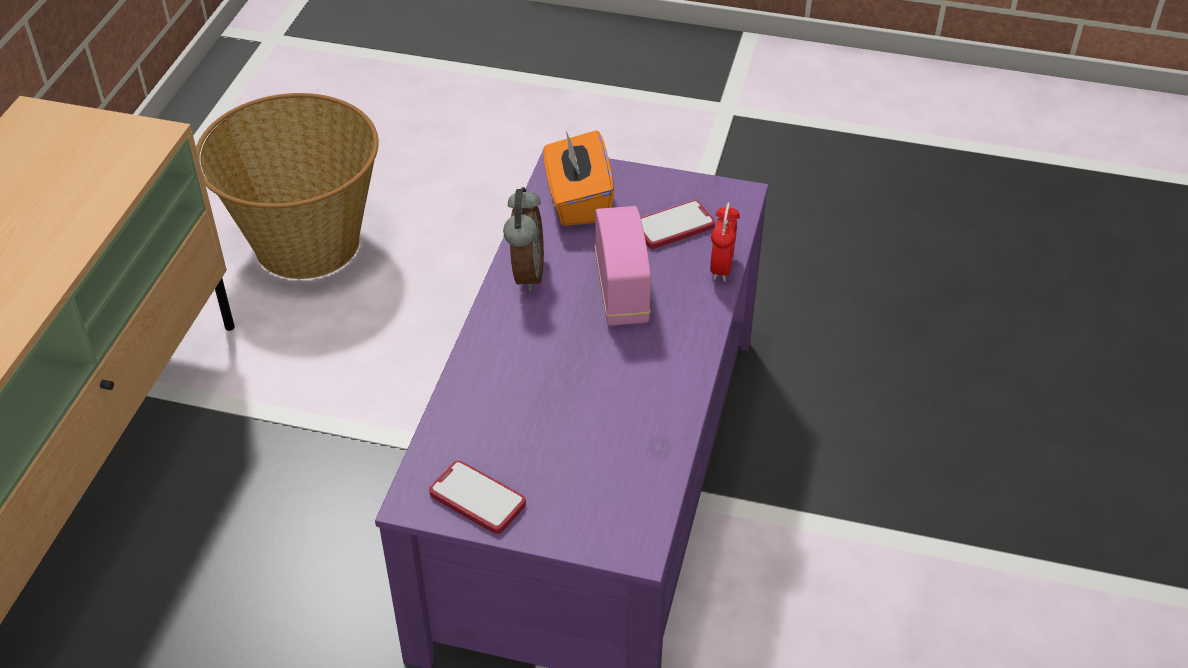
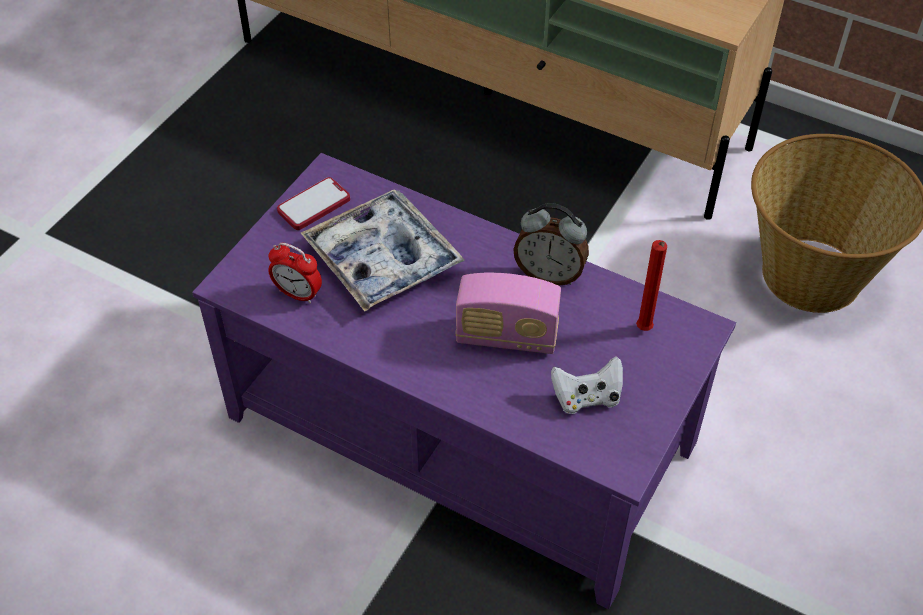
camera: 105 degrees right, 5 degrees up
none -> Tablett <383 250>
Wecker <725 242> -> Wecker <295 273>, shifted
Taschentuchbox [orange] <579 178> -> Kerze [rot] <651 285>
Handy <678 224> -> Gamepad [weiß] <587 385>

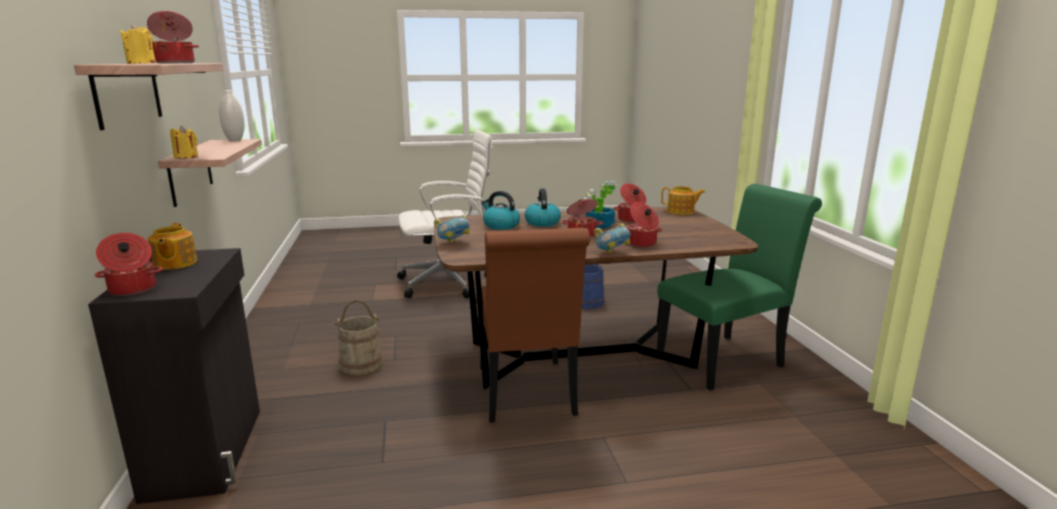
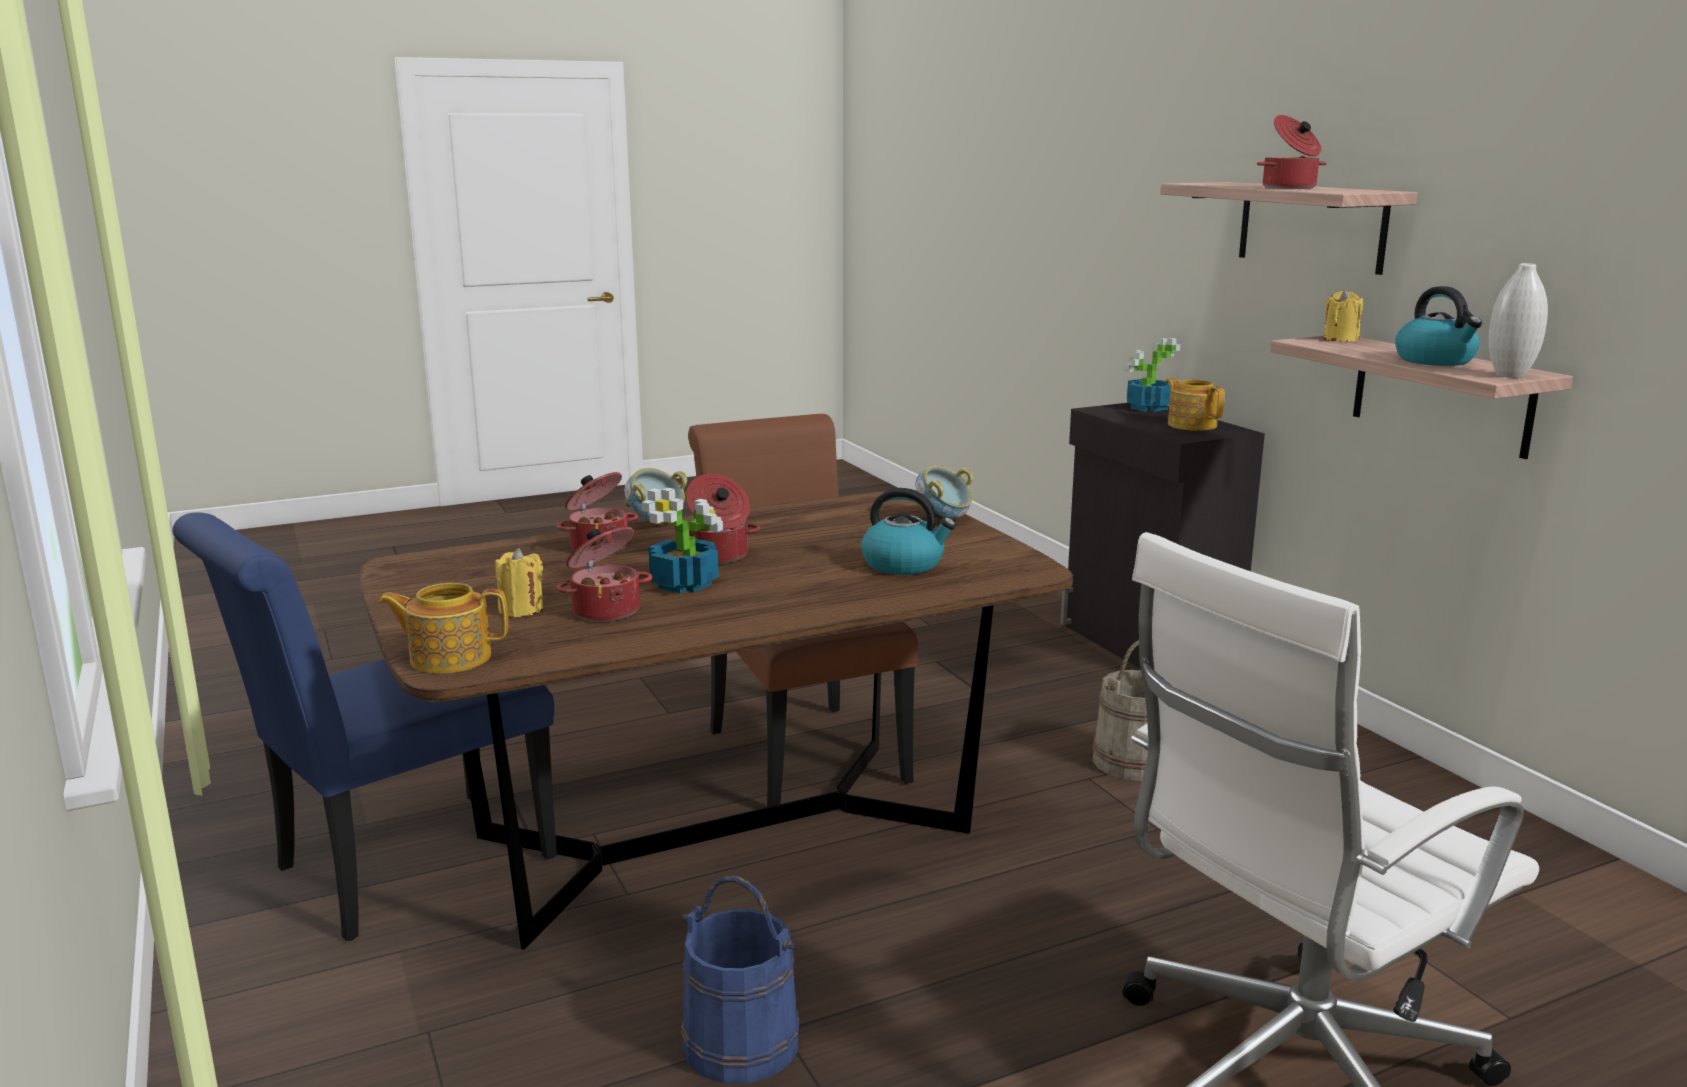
camera: 165 degrees right, 0 degrees up
Kerze [gelb] <138 43> -> Kerze [gelb] <519 582>, shifted
Wasserkessel <543 208> -> Wasserkessel <1438 326>, shifted
Kochtopf <129 264> -> Topfpflanze <1152 374>
Stuhl [grün] <739 287> -> Stuhl [blau] <364 726>

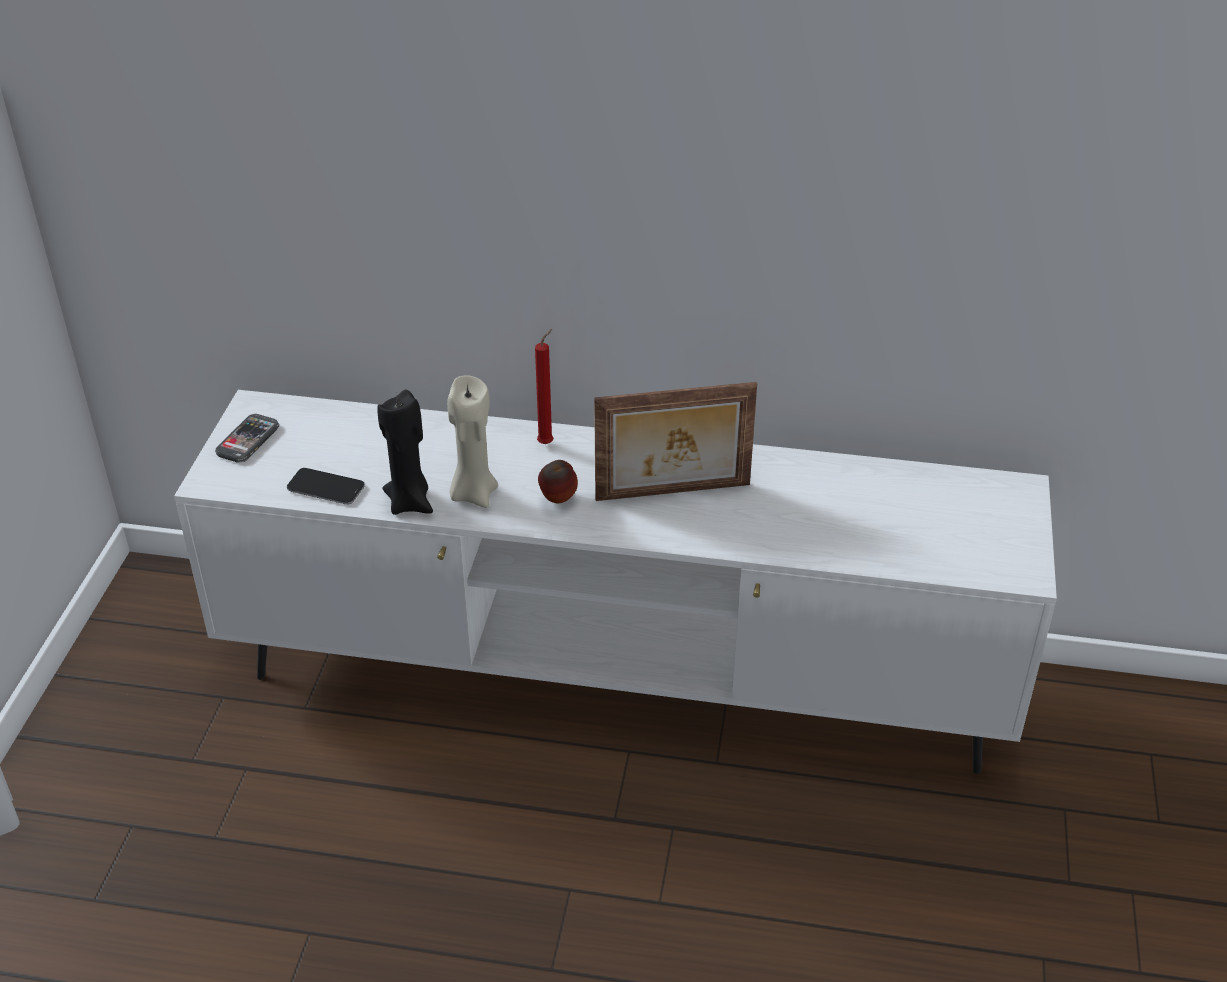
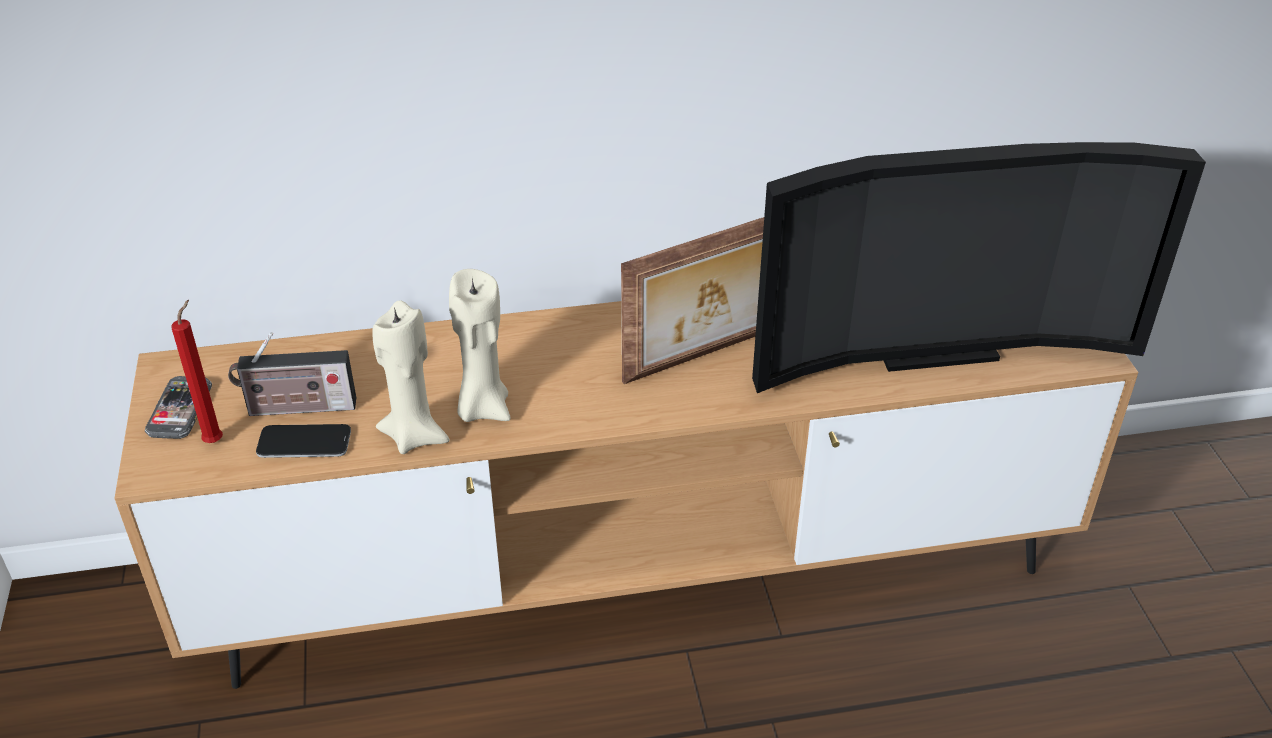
camera: 20 degrees left, 0 degrees up
Apfel <558 481> -> none
none -> Radio <292 374>
none -> Fernseher <979 267>
Kerze [rot] <544 386> -> Kerze [rot] <197 371>, shifted
Fernsehschrank [weiß] <615 582> -> Fernsehschrank [braun] <626 495>
Kerze [schwarz] <405 452> -> Kerze [beige] <411 377>

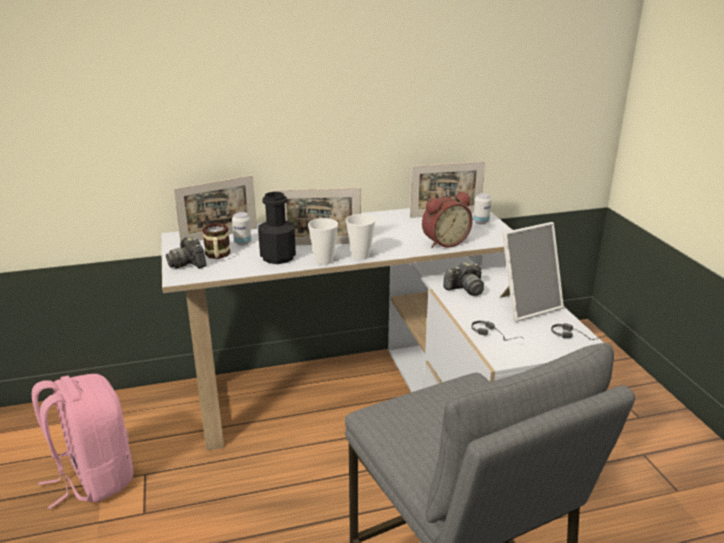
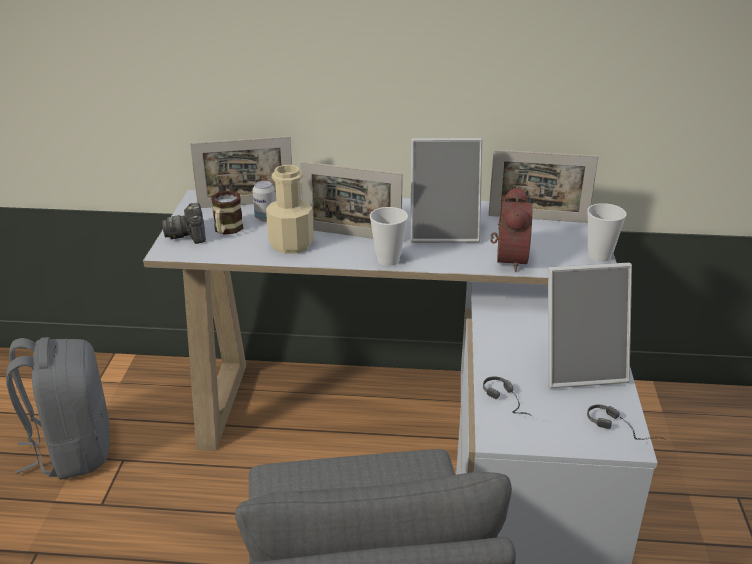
camera: 20 degrees right, 5 degrees up
Kamera <463 278> -> none
Dose <482 208> -> none
none -> Bilderrahmen <446 190>
Tasse <323 241> -> Tasse <606 232>, shifted
Rucksack [rosa] <82 441> -> Rucksack [grau] <58 408>
Flasche [schwarz] <277 228> -> Flasche [beige] <290 209>
Wecker <447 220> -> Wecker <511 229>, 75 degrees counterclockwise

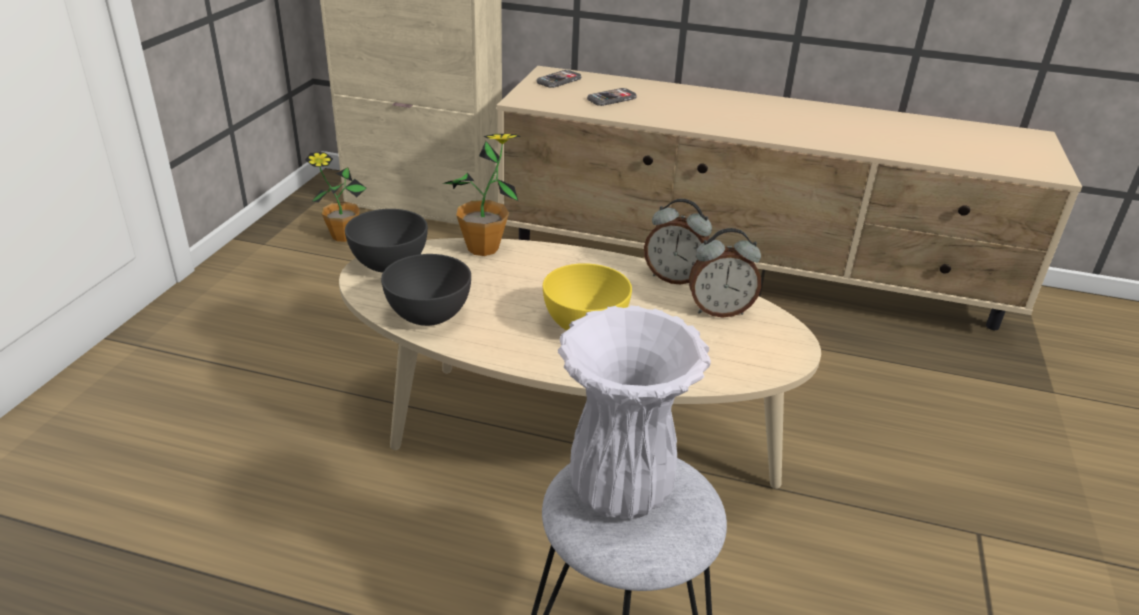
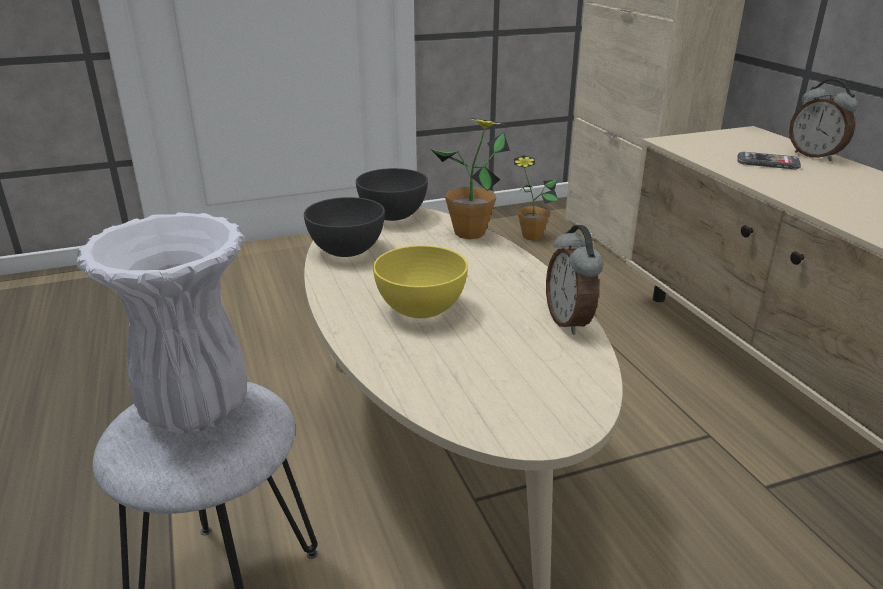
camera: 55 degrees right, 5 degrees down
Handy <558 79> -> none
Wecker <725 273> -> Wecker <823 120>, shifted

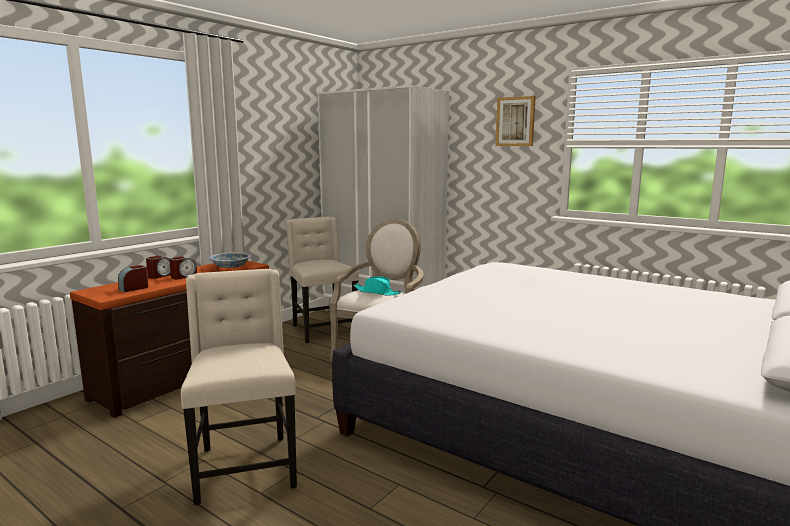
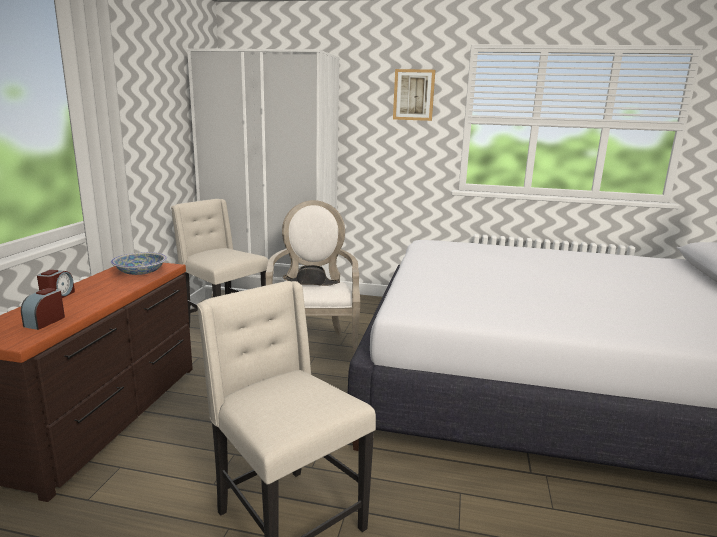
camera: 25 degrees left, 5 degrees up
Wecker <183 267> -> none
Hut [türkis] <377 286> -> Hut [schwarz] <311 275>

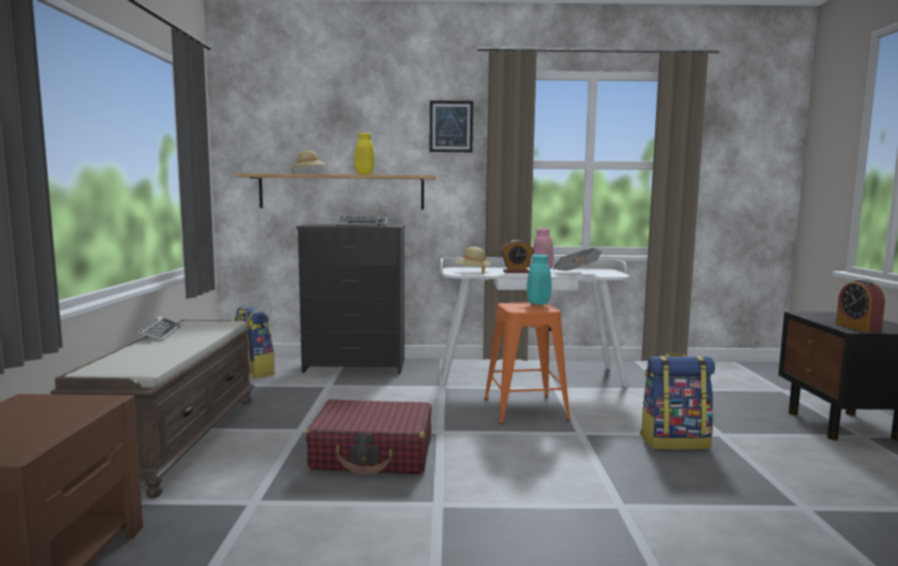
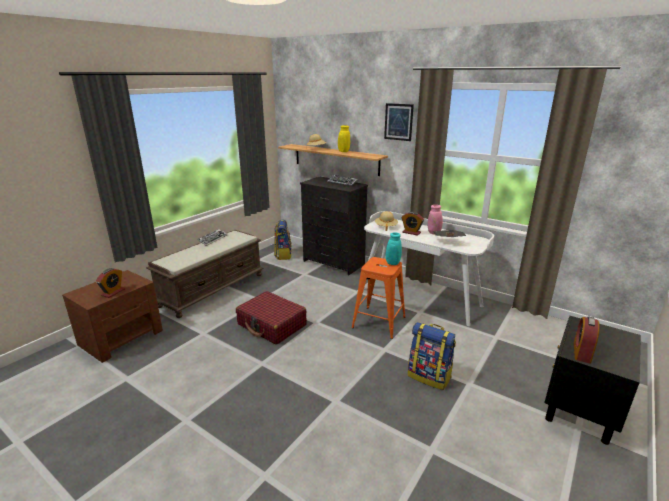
camera: 35 degrees right, 15 degrees up
none -> Wecker <110 283>

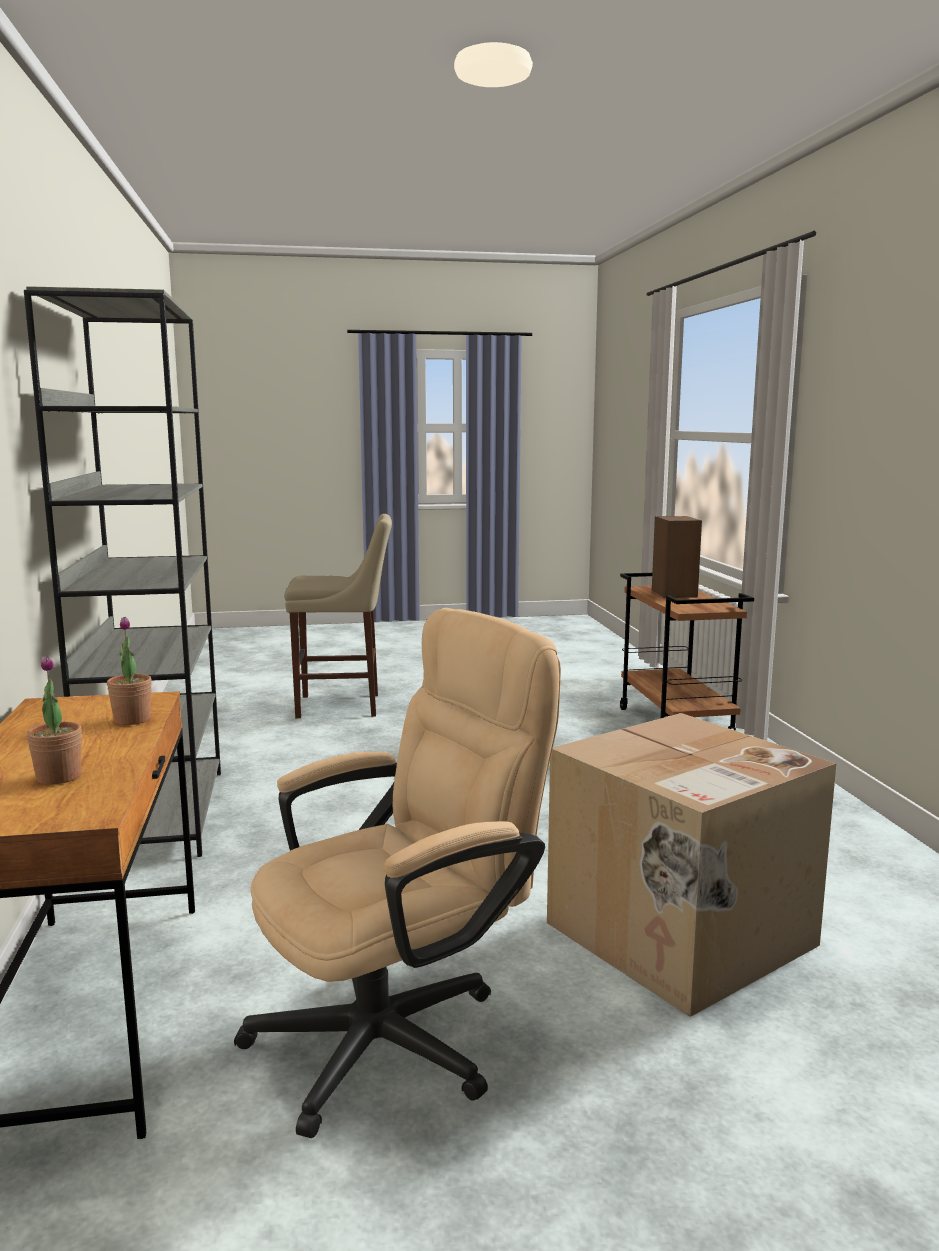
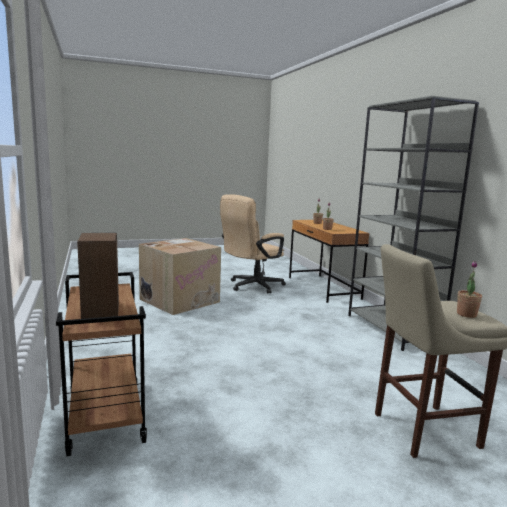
camera: 170 degrees right, 0 degrees up
none -> Topfpflanze <469 289>

